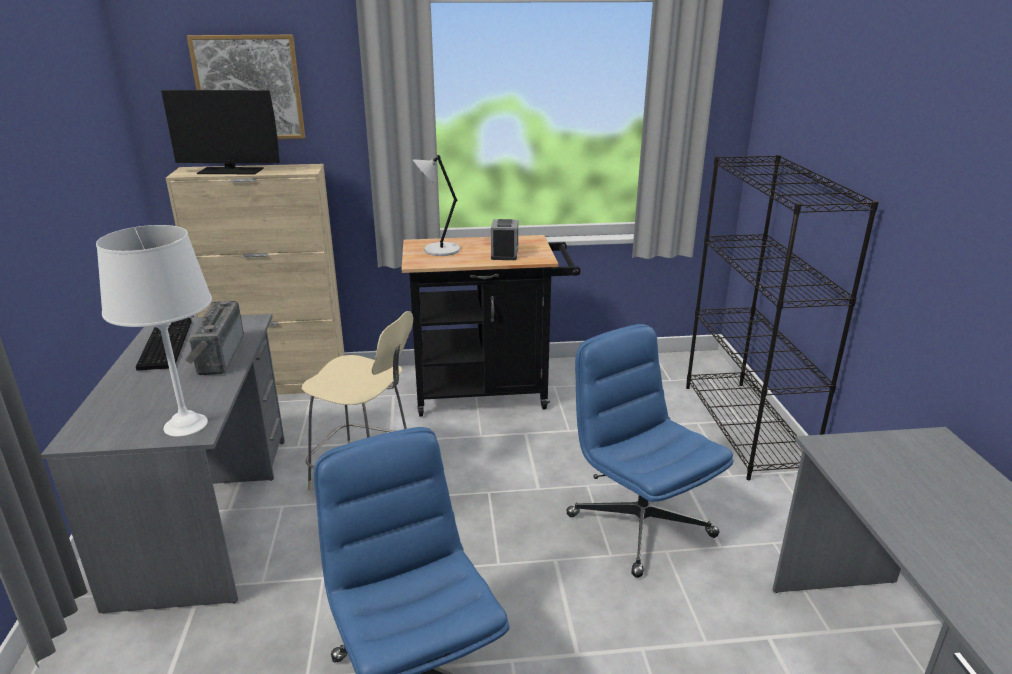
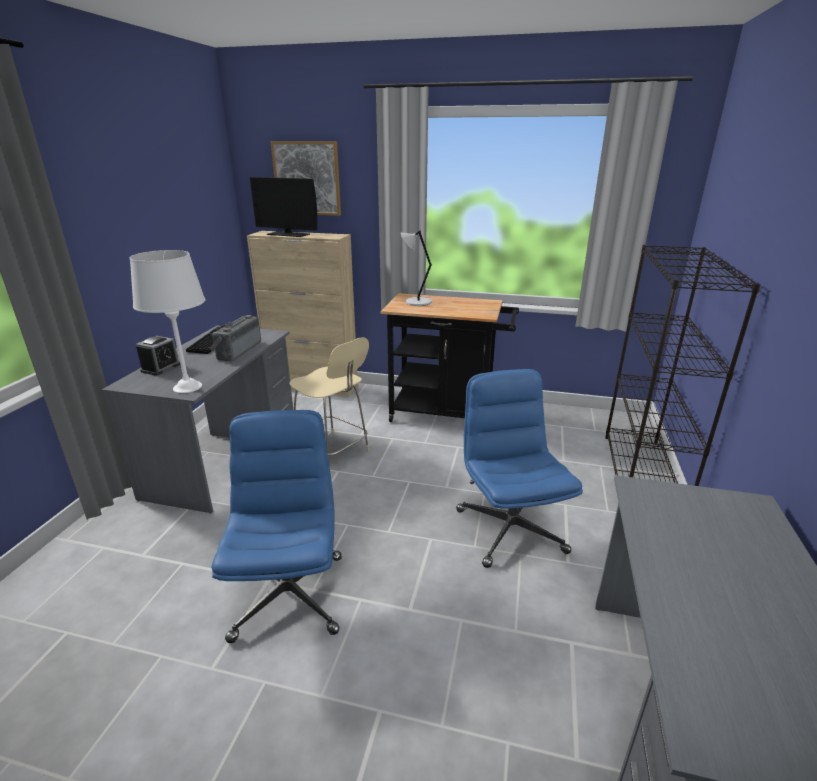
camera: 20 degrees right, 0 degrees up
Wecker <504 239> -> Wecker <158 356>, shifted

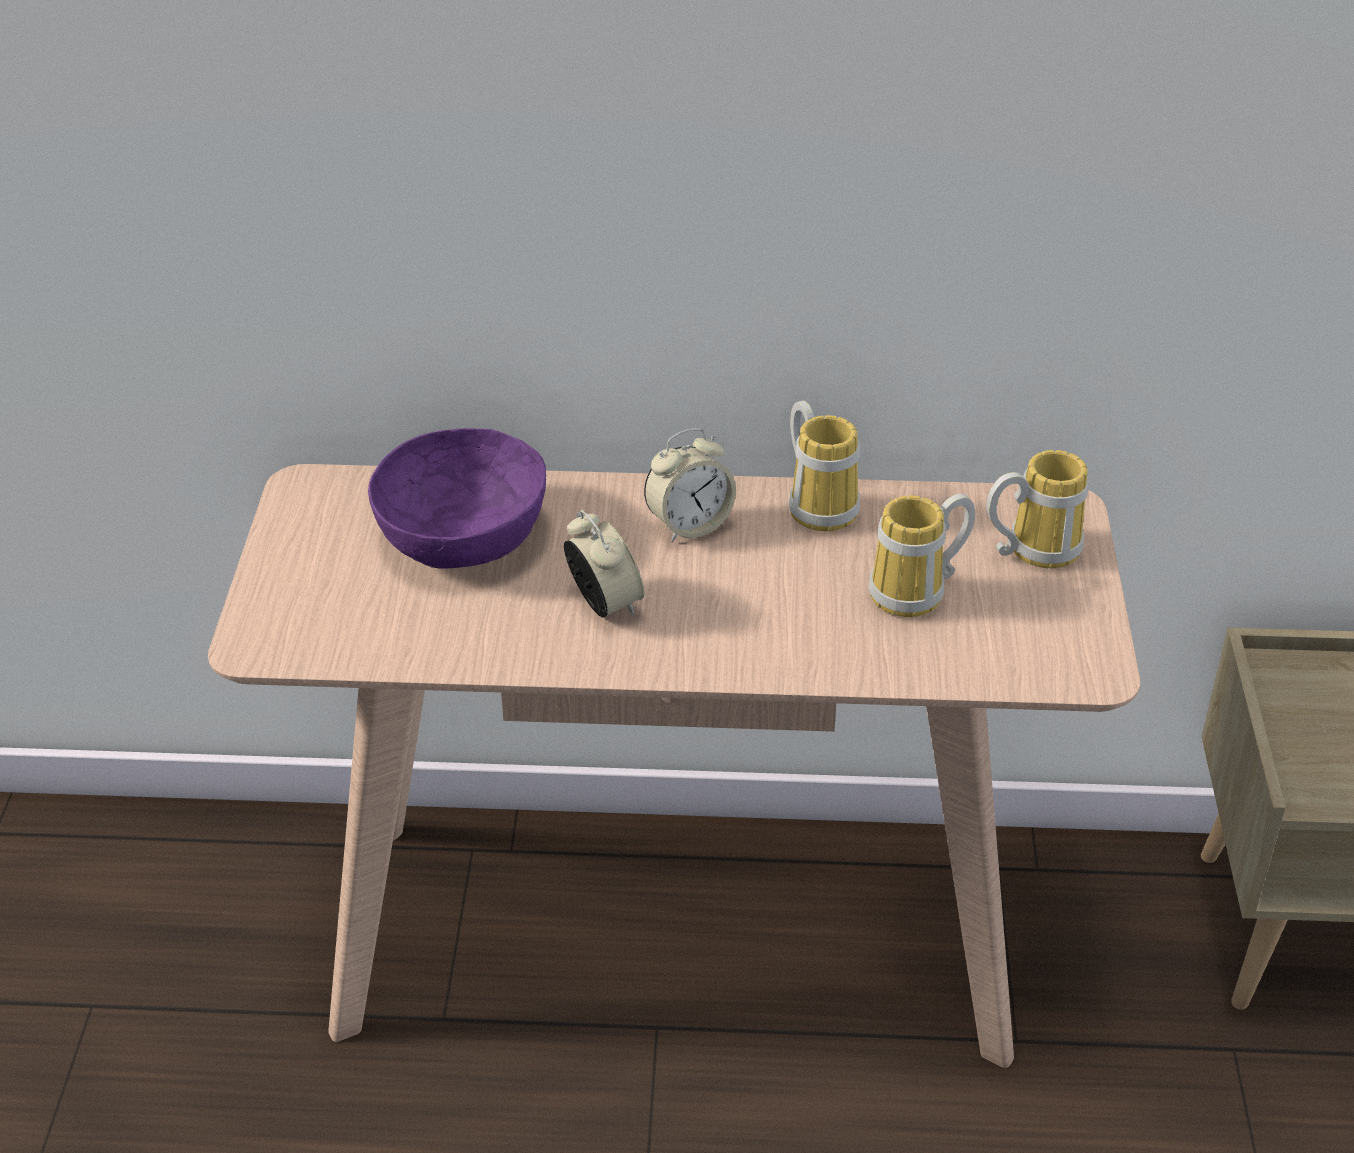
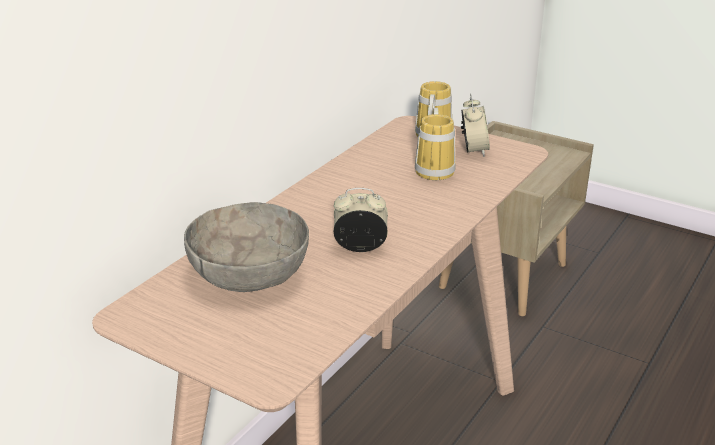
camera: 60 degrees left, 10 degrees down
Henkelbecher <824 465> -> none
Wecker <690 485> -> Wecker <475 125>, shifted
Schüssel [lila] <457 498> -> Schüssel [grau] <246 247>

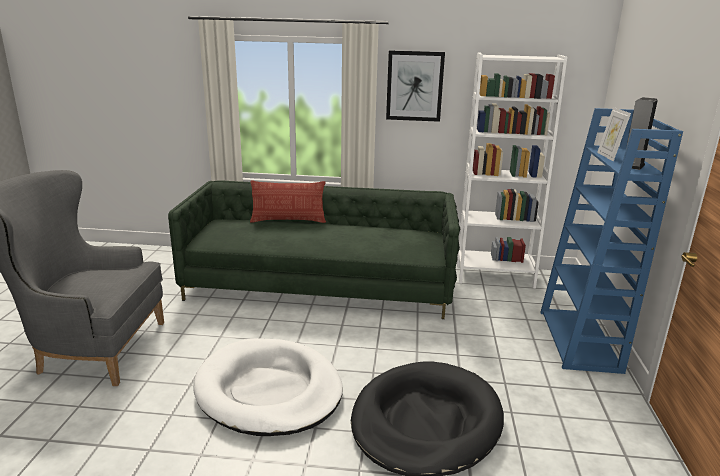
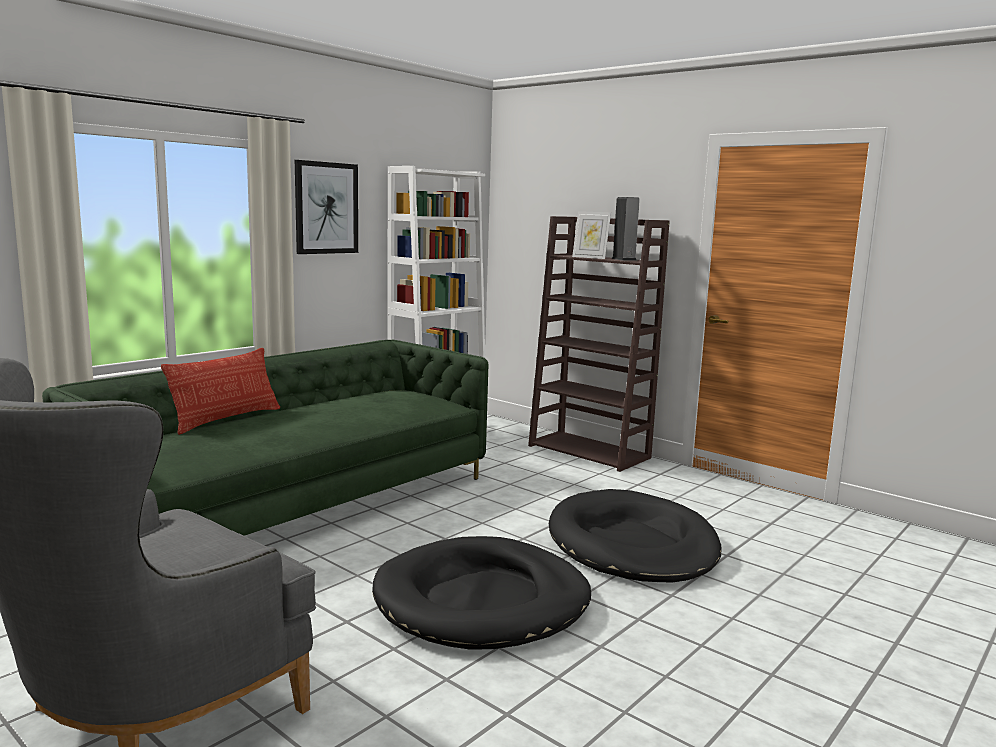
camera: 55 degrees left, 10 degrees down
Hundebett [weiß] <268 387> -> Hundebett [schwarz] <481 592>
Bücherregal [blau] <611 241> -> Bücherregal [braun] <599 344>

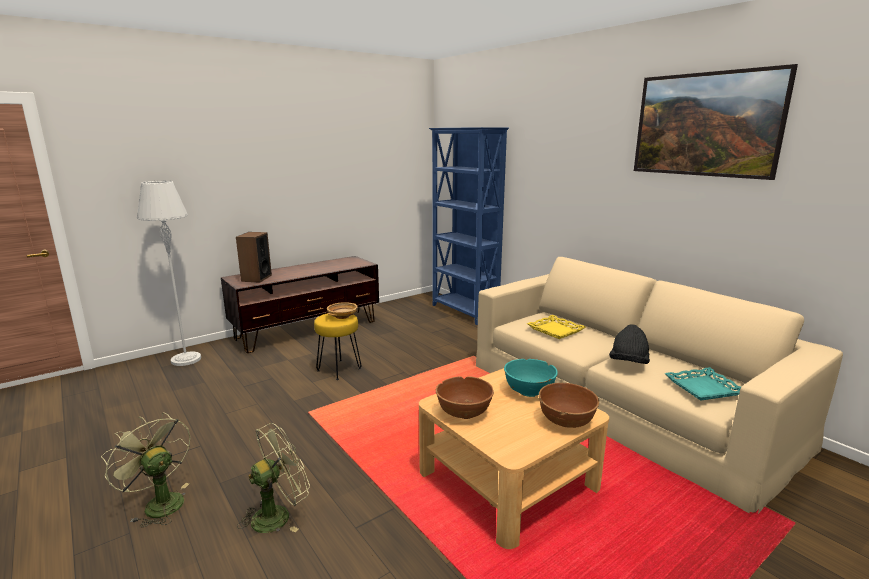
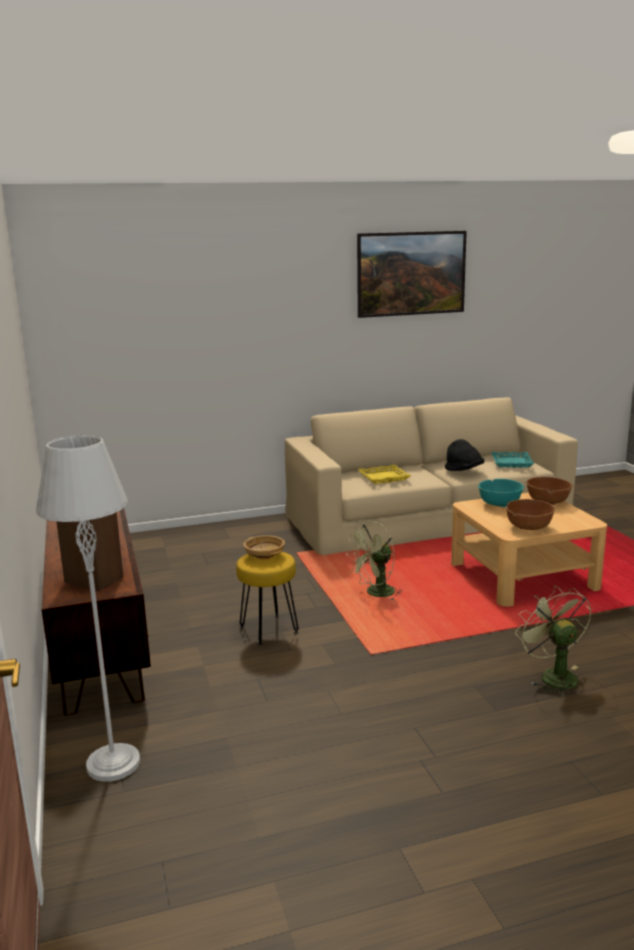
camera: 70 degrees left, 0 degrees up
Bücherregal [blau] <469 226> -> none
Ventilator [grün] <146 470> -> Ventilator [grün] <374 561>, shifted

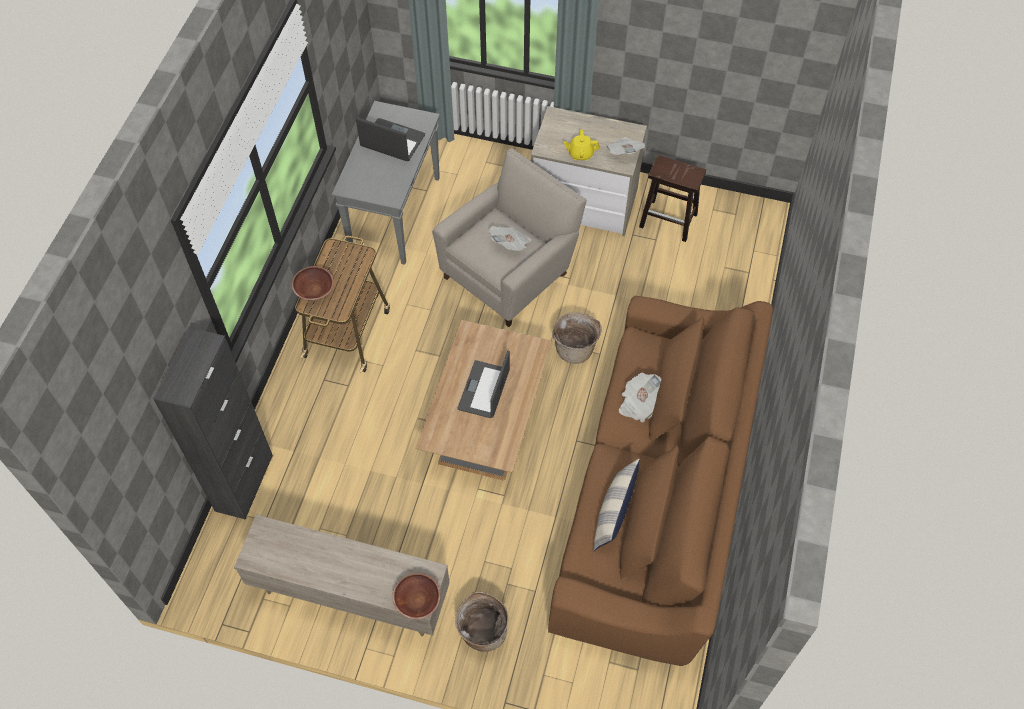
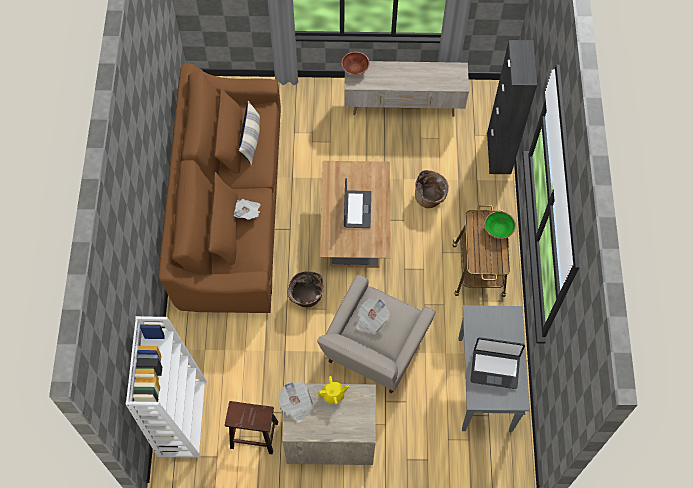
camera: 165 degrees right, 5 degrees up
none -> Bücherregal [weiß] <166 387>
Korb <482 621> -> Korb <432 189>, shifted
Schüssel [braun] <313 283> -> Schüssel [grün] <500 225>

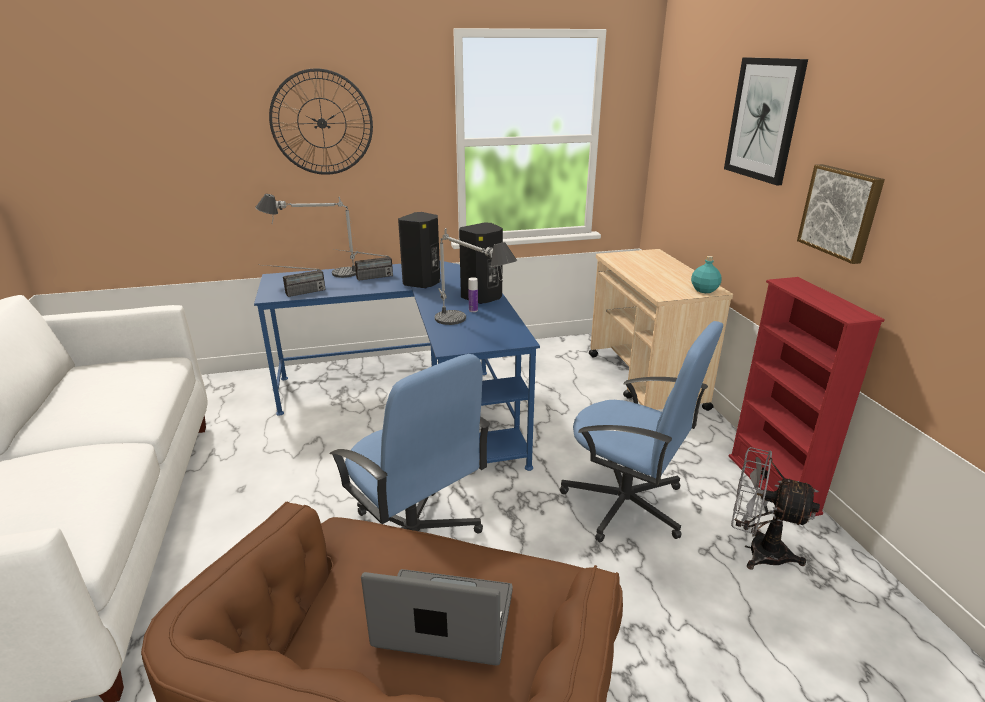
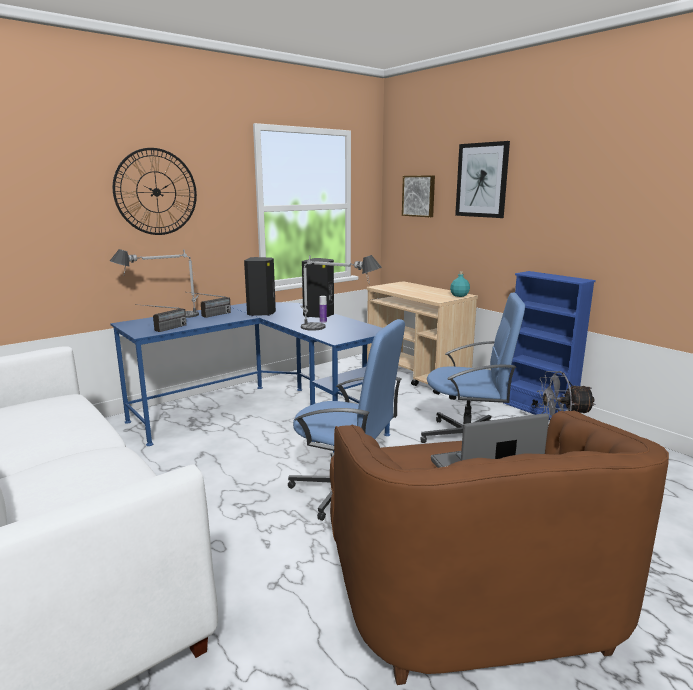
camera: 25 degrees left, 10 degrees down
Bild <841 214> -> Bild <418 196>, shifted
Bücherregal [rot] <807 396> -> Bücherregal [blau] <550 345>

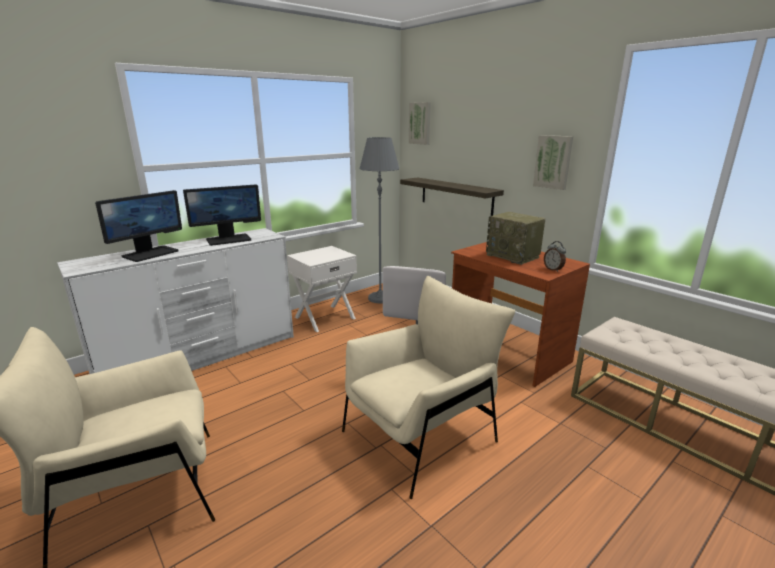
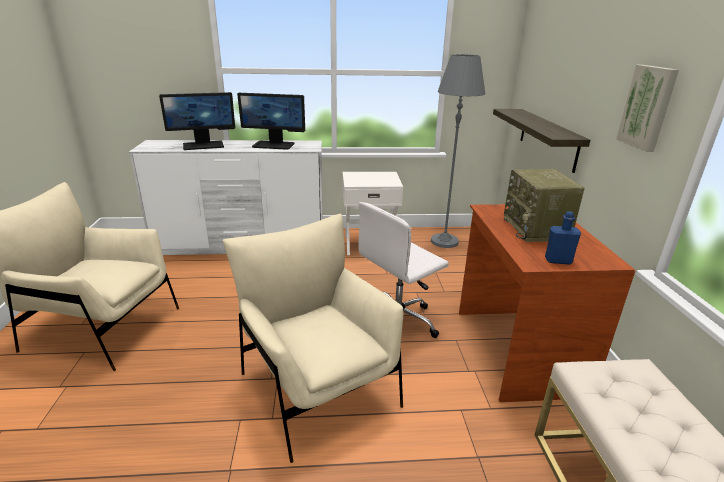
camera: 35 degrees right, 5 degrees up
Bild <420 123> -> none
Wecker <555 256> -> Flasche [blau] <563 238>
Sessel [beige] <428 387> -> Sessel [beige] <312 338>, 120 degrees counterclockwise

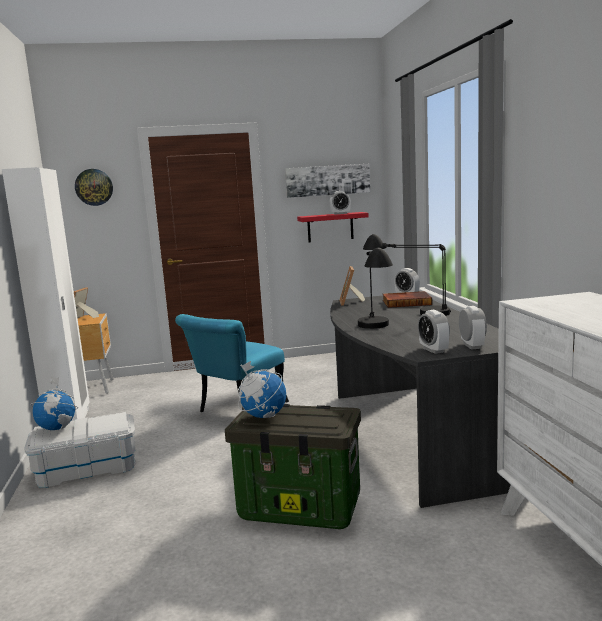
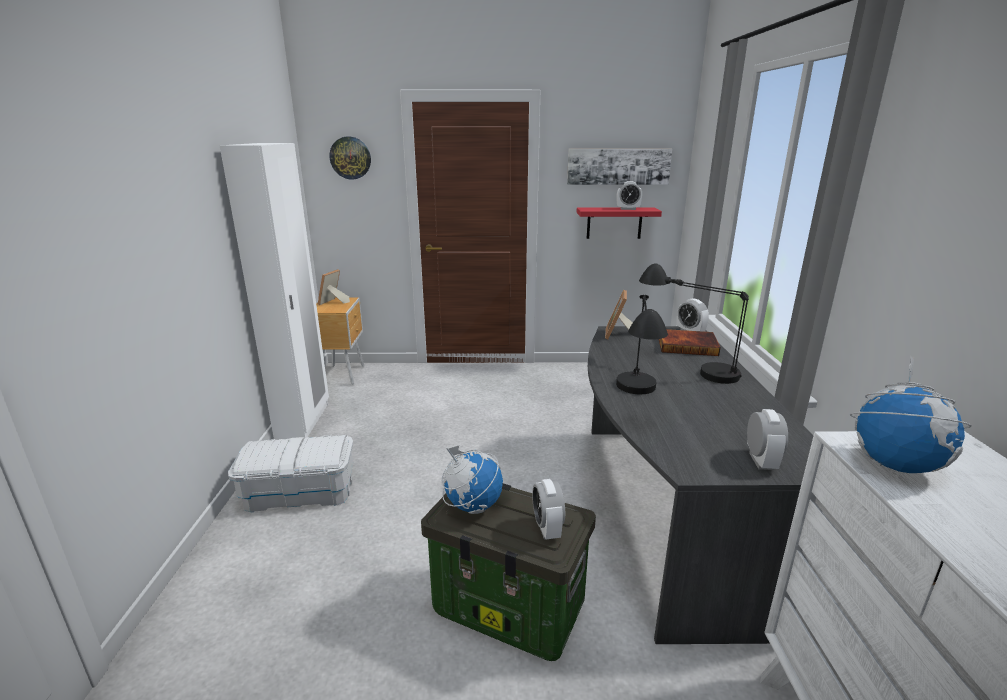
camera: 10 degrees right, 10 degrees up
Stuhl [türkis] <232 363> -> none
Globus <54 403> -> Globus <910 414>, shifted
Wecker <434 332> -> Wecker <548 509>, shifted

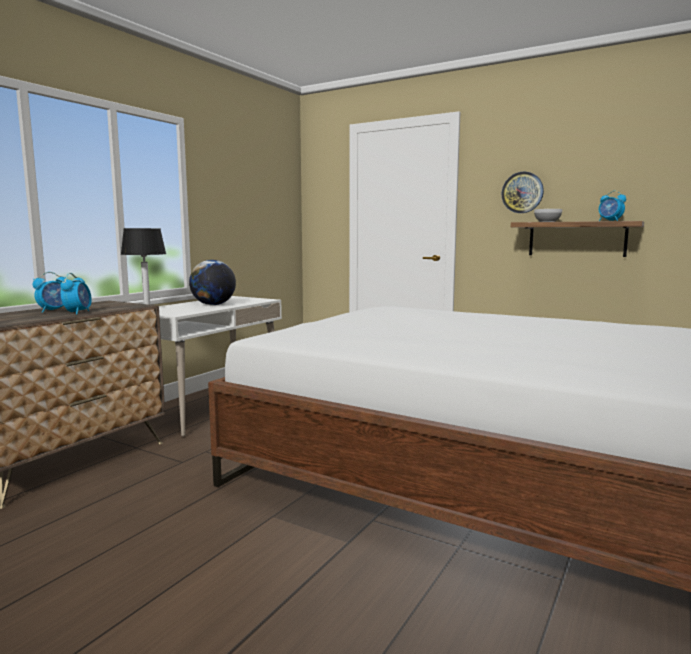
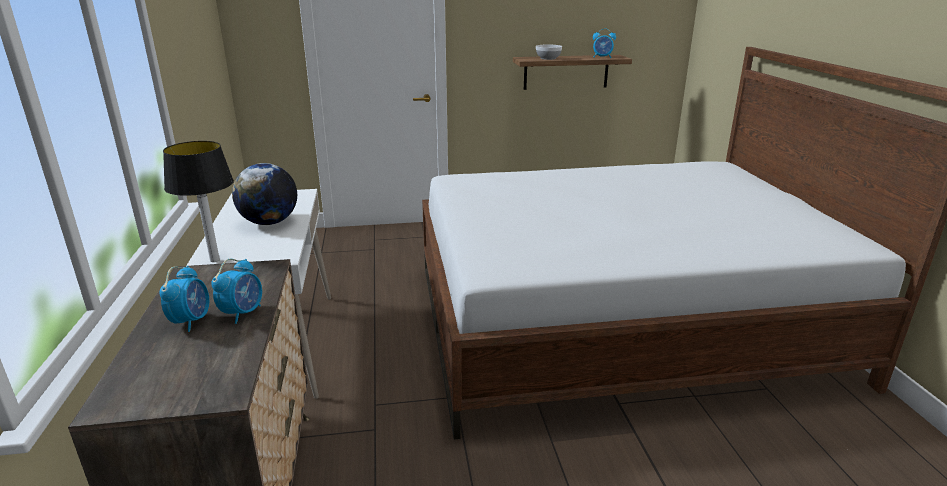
camera: 40 degrees left, 15 degrees up
Wanduhr <523 192> -> none
Wecker <76 294> -> Wecker <236 291>, 60 degrees clockwise

